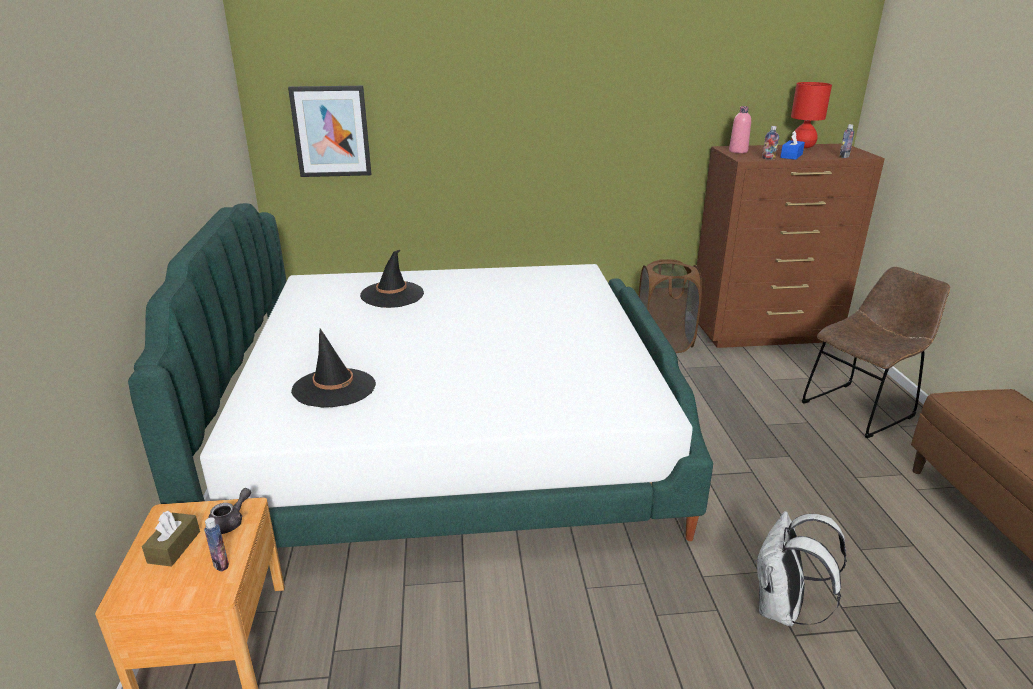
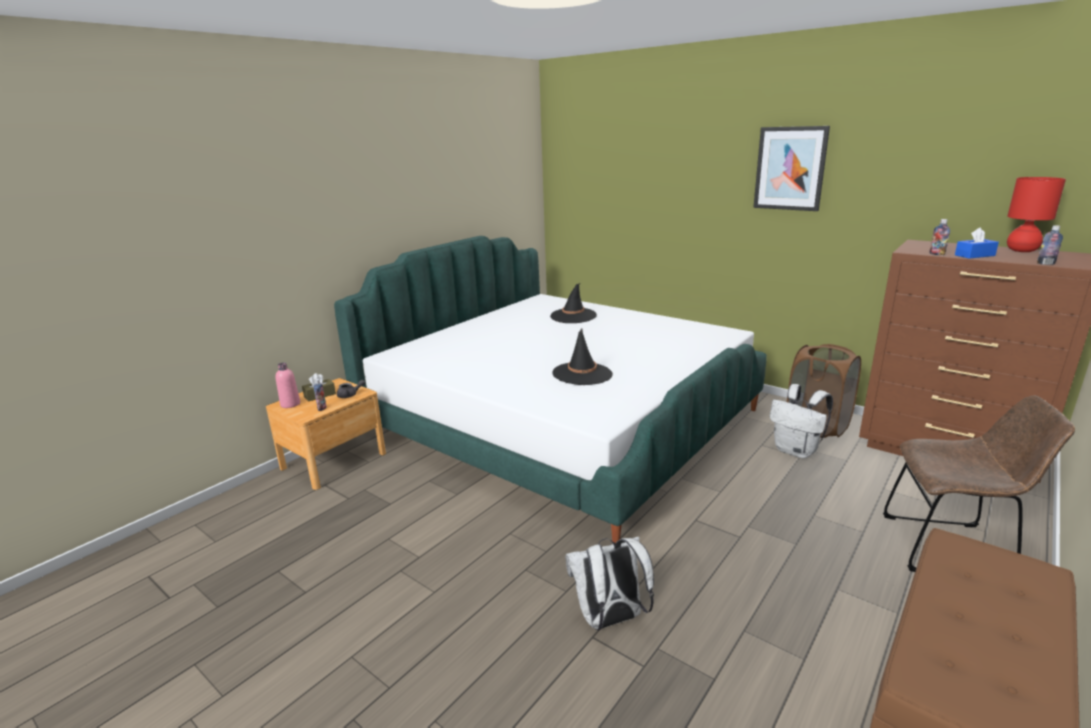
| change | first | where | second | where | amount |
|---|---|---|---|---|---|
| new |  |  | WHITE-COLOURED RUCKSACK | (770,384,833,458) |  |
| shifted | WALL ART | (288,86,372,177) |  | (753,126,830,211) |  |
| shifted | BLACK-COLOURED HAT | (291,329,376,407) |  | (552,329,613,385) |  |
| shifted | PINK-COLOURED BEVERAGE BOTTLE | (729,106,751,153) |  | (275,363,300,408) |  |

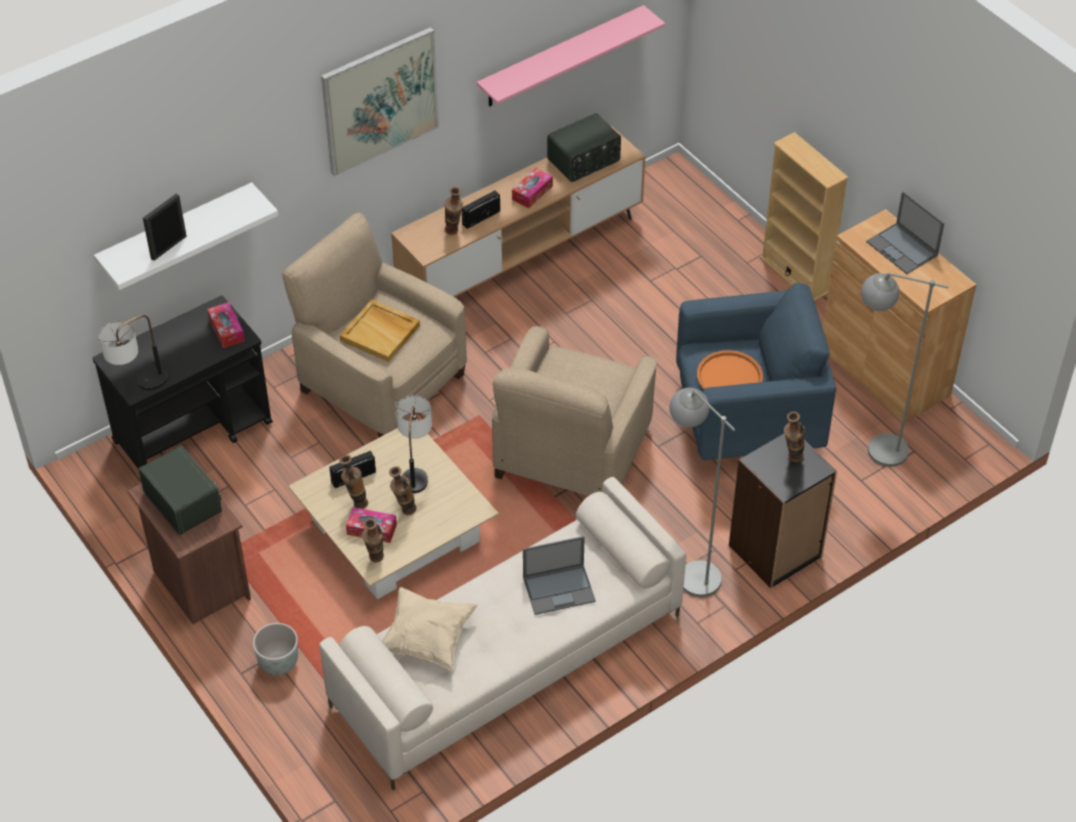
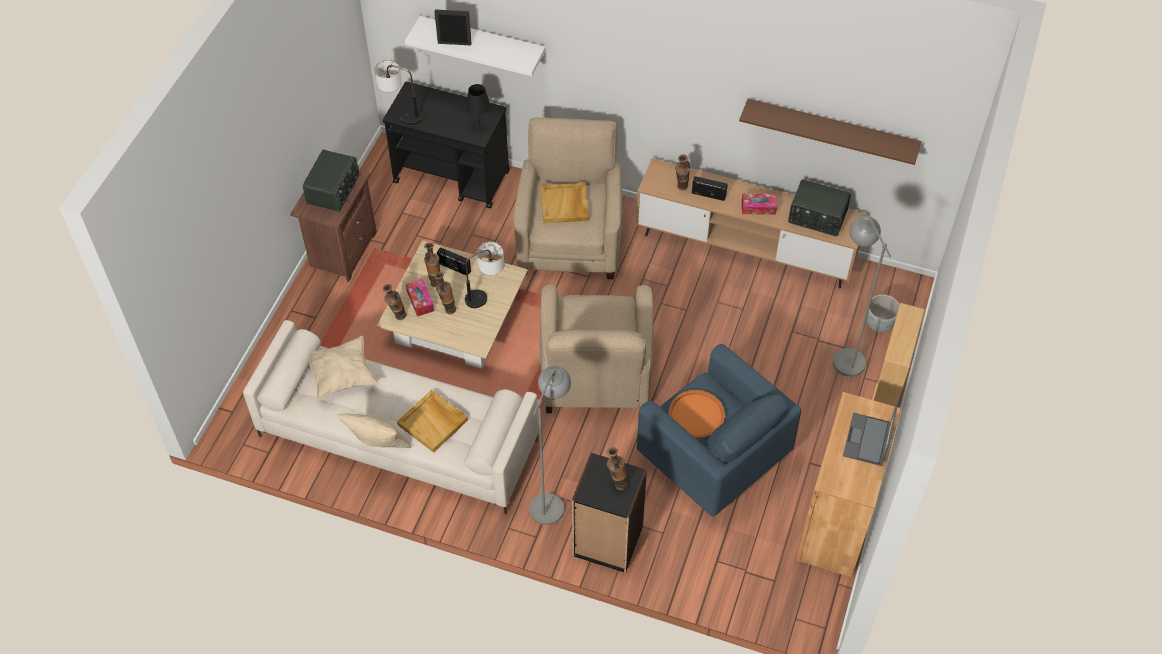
| change | first | where | second | where | amount |
|---|---|---|---|---|---|
| gone | WALL ART | (321,27,439,176) |  |  |  |
| new |  |  | BEIGE PILLOW | (337,413,412,448) |  |
| shifted | GREY PLANTER | (253,623,298,675) |  | (867,295,900,332) |  |
| shifted | GREY FLOOR LAMP | (861,272,949,467) |  | (833,216,891,377) |  |
| swapped | TISSUE BOX | (207,302,245,348) | BLACK-COLOURED TABLE LAMP | (465,84,491,130) |  |
| swapped | PORTABLE COMPUTER | (523,536,596,615) | BEIGE TRAY | (397,390,468,453) |  |
| repainted | PINK-COLOURED BRACKET SHELF | (476,5,665,107) | BROWN BRACKET SHELF | (739,99,922,165) |  |
| rotated | BEIGE ARMCHAIR | (492,326,657,496) |  | (540,285,654,413) | 75 degrees counterclockwise |

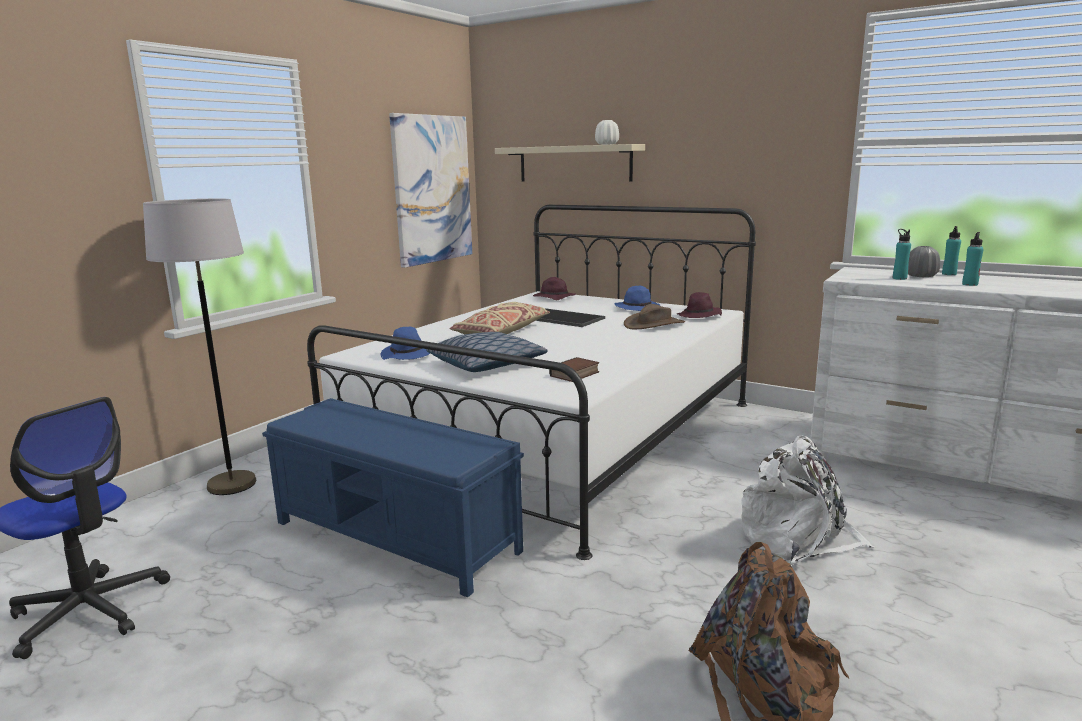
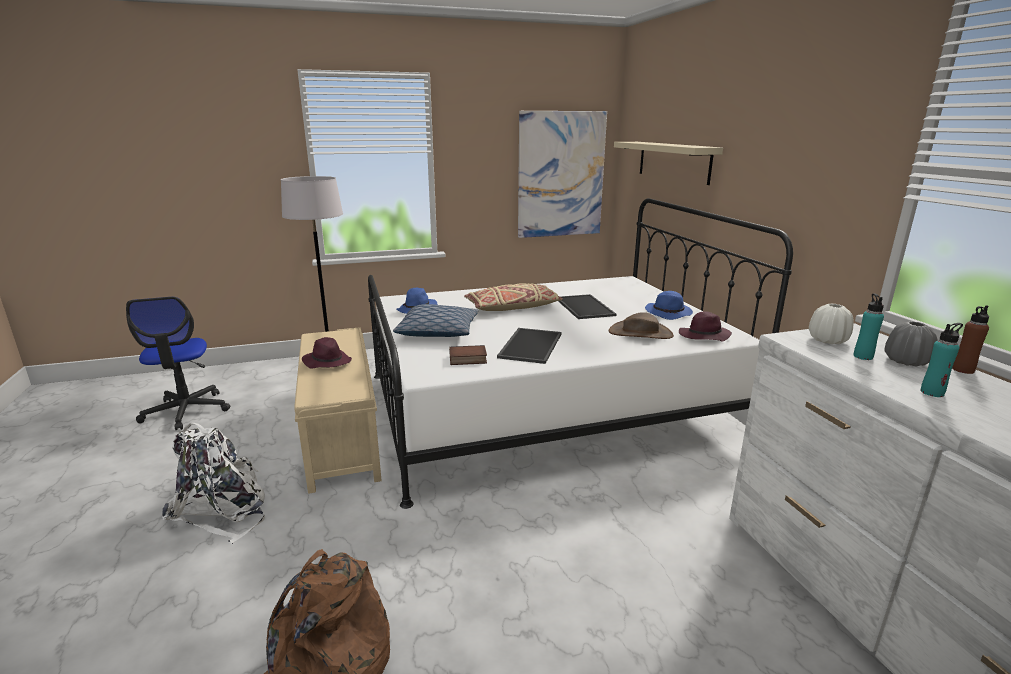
| change | first | where | second | where | amount |
|---|---|---|---|---|---|
| new |  |  | TRAY | (497,328,562,364) |  |
| shifted | PURPLE-COLOURED HAT | (533,277,576,300) |  | (302,337,352,369) |  |
| shifted | WHITE-COLOURED FLOWER VASE | (595,120,619,145) |  | (809,304,854,344) |  |
| shifted | WHITE-COLOURED RUCKSACK | (741,436,875,565) |  | (162,423,265,544) |  |
| repainted | BLUE LONG SEAT | (262,398,524,597) | BEIGE LONG SEAT | (294,327,382,494) |  |
| repainted | TURQUOISE BEVERAGE BOTTLE | (942,226,961,275) | BROWN BEVERAGE BOTTLE | (952,305,989,374) |  |

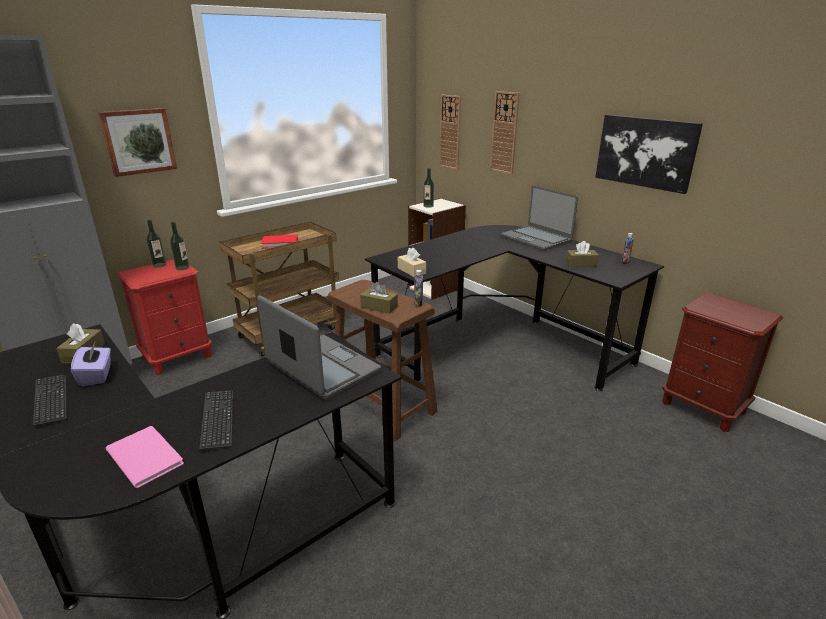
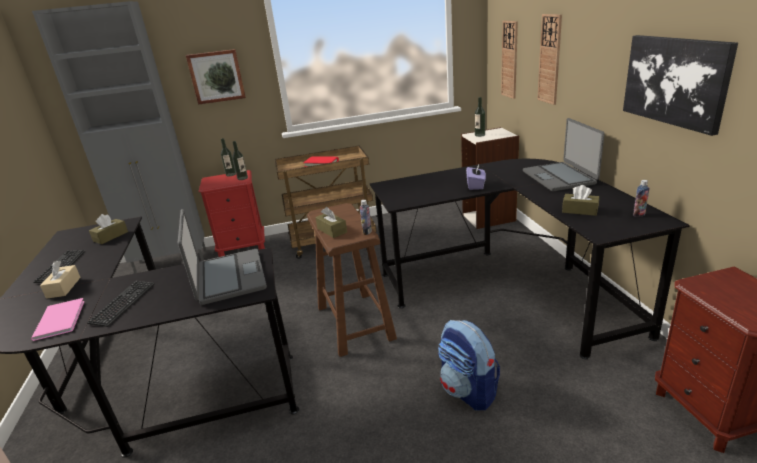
| change | first | where | second | where | amount |
|---|---|---|---|---|---|
| new |  |  | RUCKSACK | (438,320,500,410) |  |
| shifted | PURPLE-COLOURED TISSUE BOX | (71,342,111,386) |  | (466,164,486,190) |  |
| shifted | BEIGE TISSUE BOX | (398,247,426,277) |  | (40,261,81,299) |  |

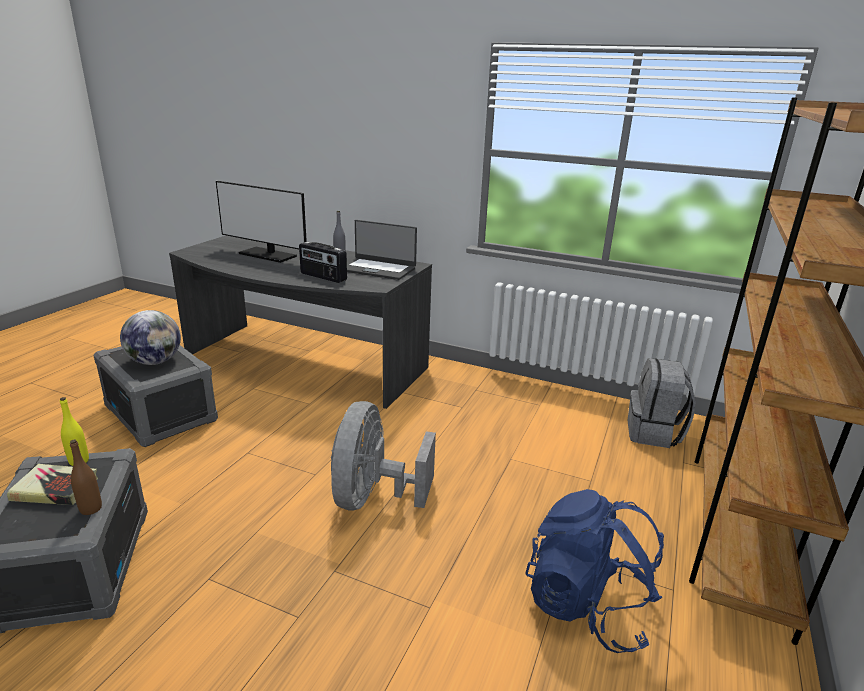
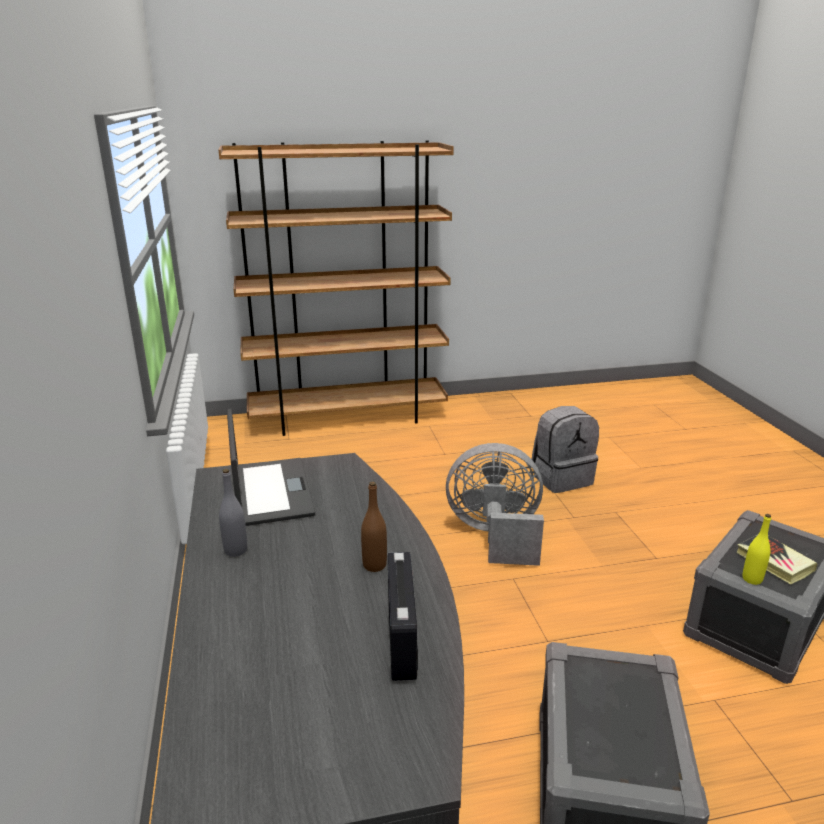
| change | first | where | second | where | amount |
|---|---|---|---|---|---|
| gone | WORLD GLOBE | (120,310,181,365) |  |  |  |
| gone | MONITOR | (216,181,307,263) |  |  |  |
| gone | BLUE RUCKSACK | (525,489,664,653) |  |  |  |
| shifted | BROWN BEVERAGE BOTTLE | (70,440,102,515) |  | (361,482,387,572) |  |
| shifted | RADIO | (299,242,347,283) |  | (388,552,418,681) |  |
| shifted | GREY RUCKSACK | (627,358,696,448) |  | (532,406,599,493) |  |
| rotated | GREY ELECTRIC FAN | (331,401,436,510) |  | (446,443,544,566) | 150 degrees counterclockwise |

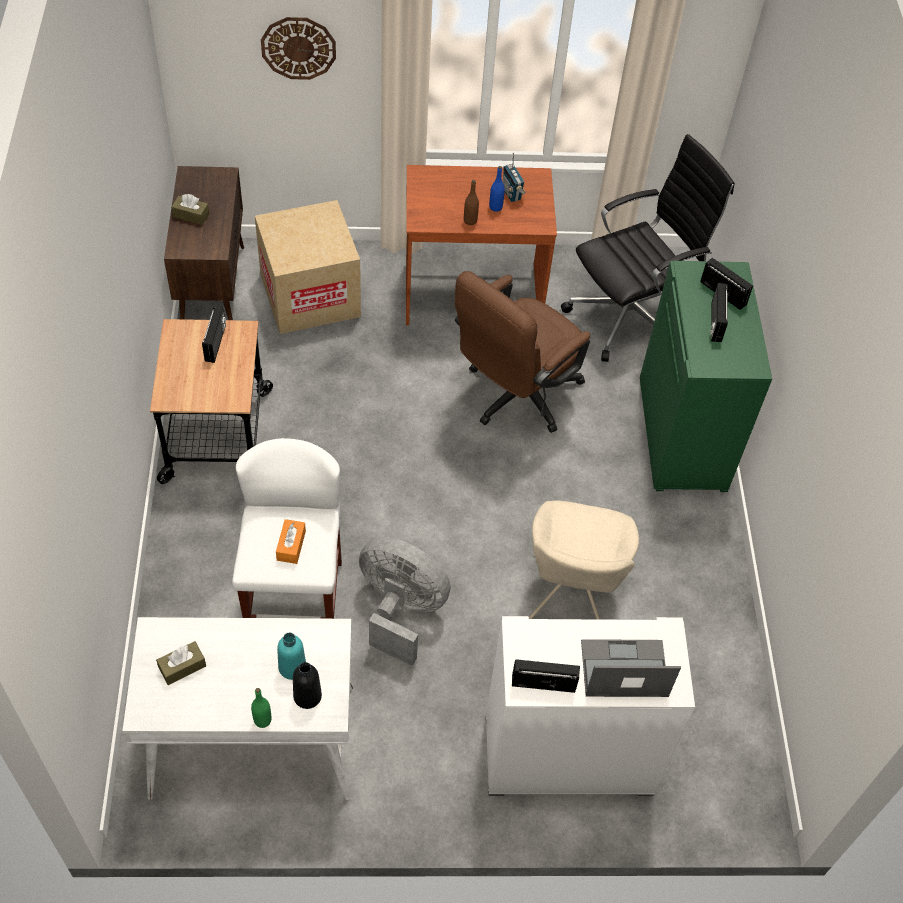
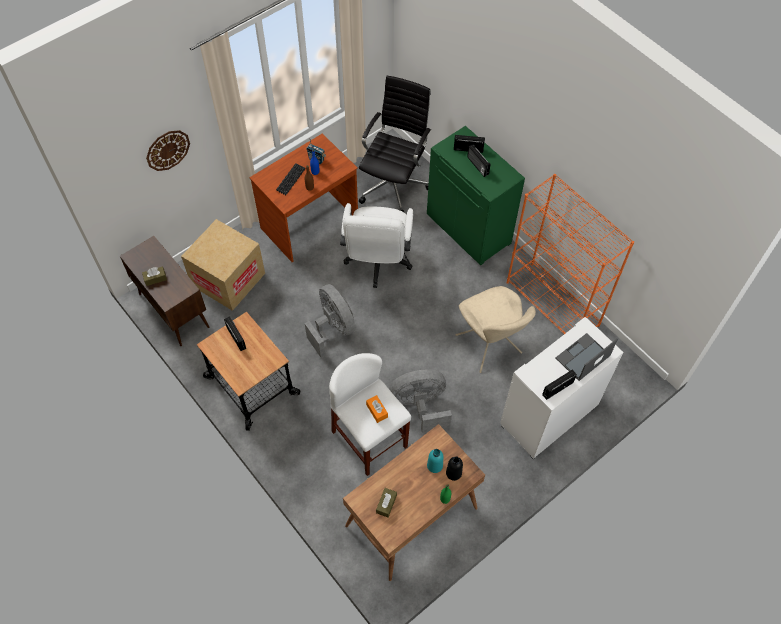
| change | first | where | second | where | amount |
|---|---|---|---|---|---|
| new |  |  | PC KEYBOARD | (276,163,306,195) |  |
| new |  |  | GREY ELECTRIC FAN | (305,284,355,357) |  |
| new |  |  | ORANGE-COLOURED BOOKCASE | (507,174,634,334) |  |
| repainted | WHITE-COLOURED DESK | (122,617,353,800) | BROWN DESK | (343,424,485,581) |  |
| repainted | BROWN DESK CHAIR | (455,271,590,433) | WHITE-COLOURED DESK CHAIR | (340,203,413,288) |  |

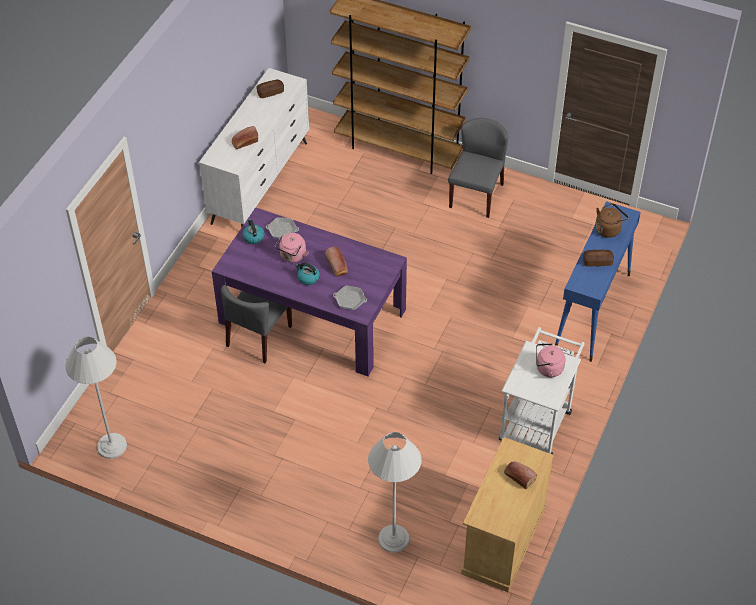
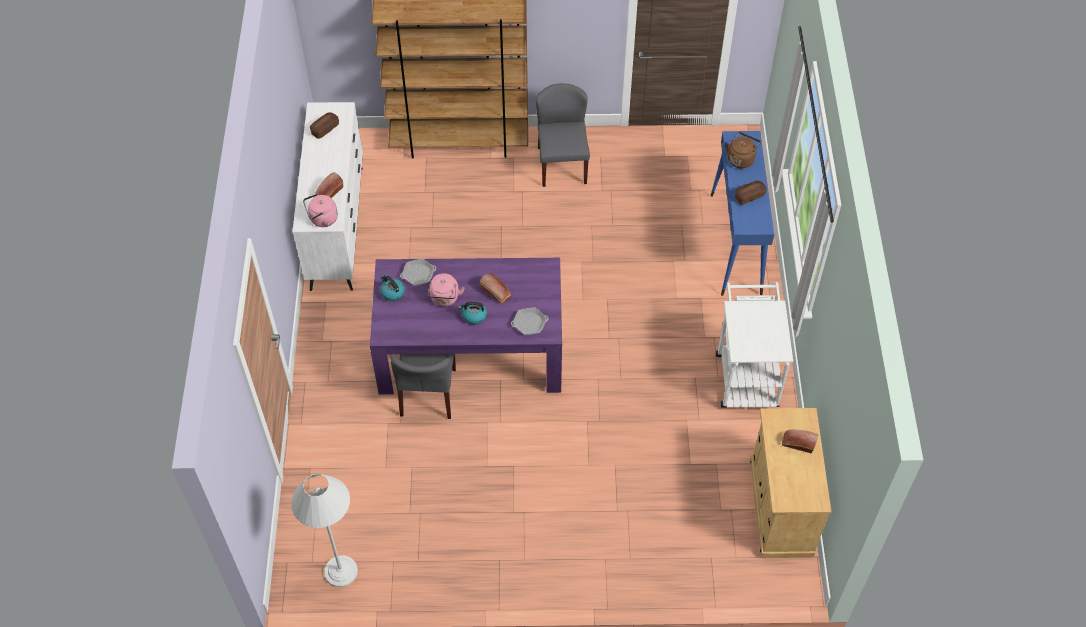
| change | first | where | second | where | amount |
|---|---|---|---|---|---|
| gone | WHITE-COLOURED FLOOR LAMP | (368,432,422,553) |  |  |  |
| shifted | PINK-COLOURED WATER KETTLE | (536,343,566,377) |  | (303,193,338,227) |  |

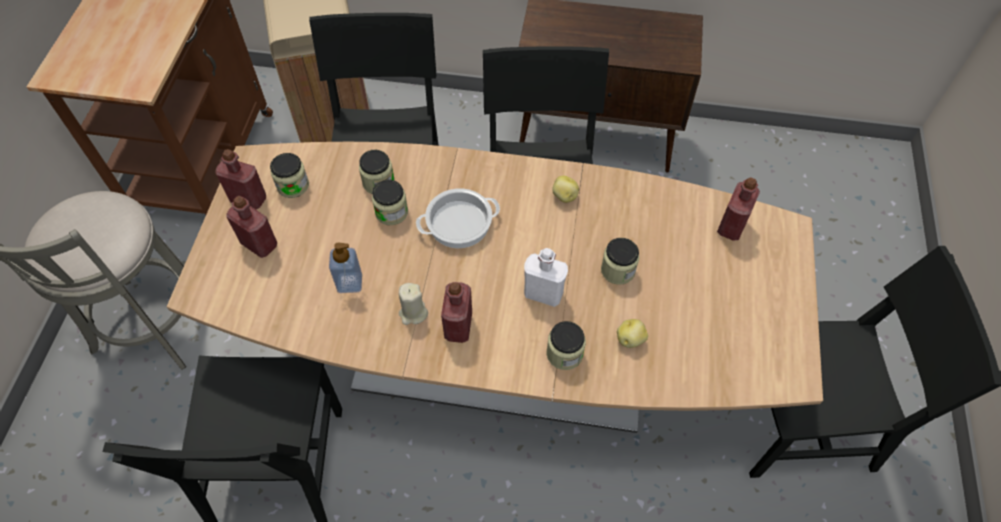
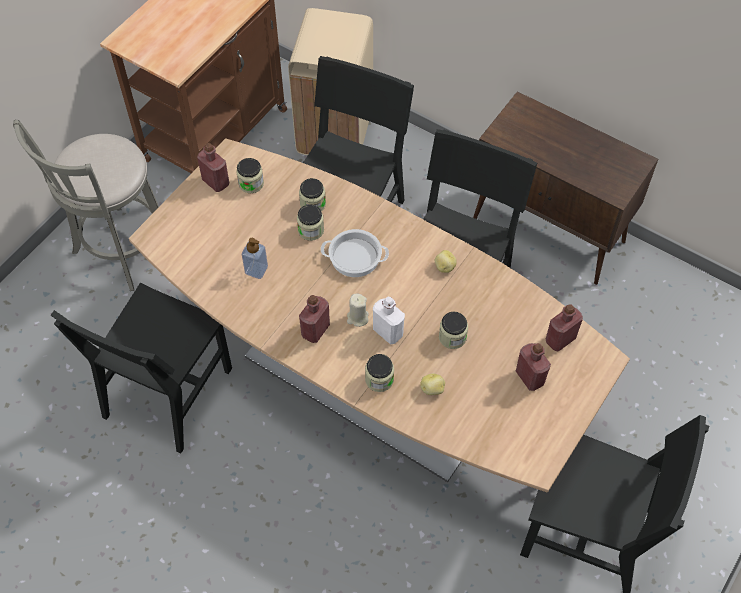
| change | first | where | second | where | amount |
|---|---|---|---|---|---|
| shifted | RED-COLOURED BEVERAGE BOTTLE | (226,196,277,258) |  | (516,343,551,391) |  |
| shifted | BEIGE CANDLE | (399,283,428,325) |  | (347,294,369,327) |  |

